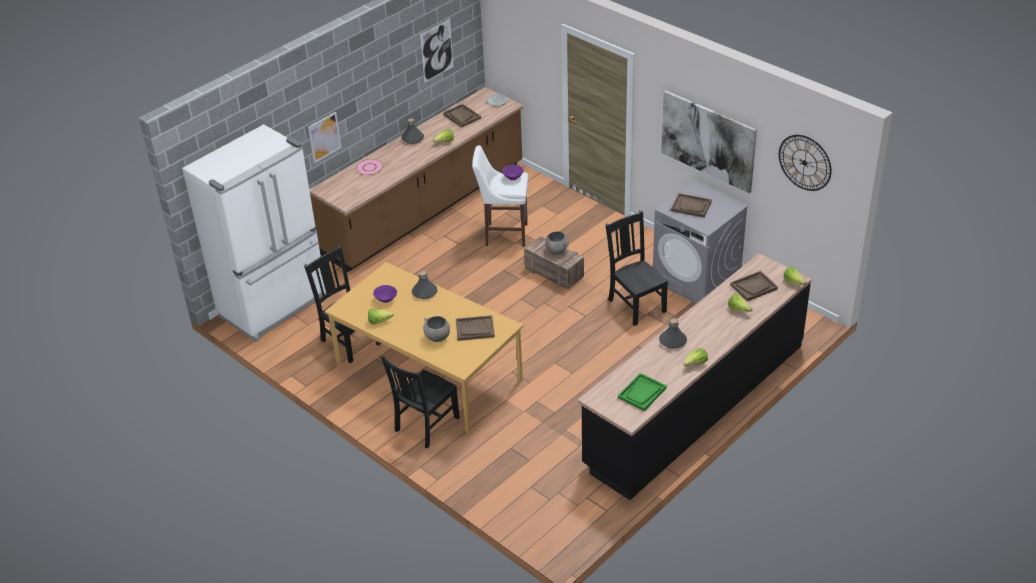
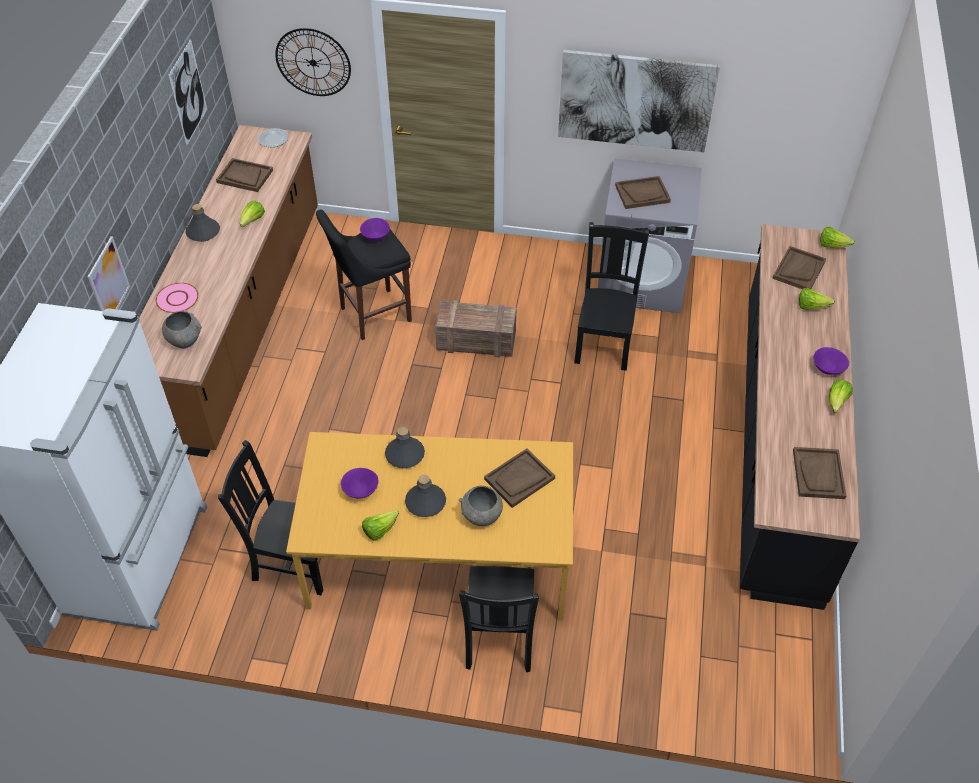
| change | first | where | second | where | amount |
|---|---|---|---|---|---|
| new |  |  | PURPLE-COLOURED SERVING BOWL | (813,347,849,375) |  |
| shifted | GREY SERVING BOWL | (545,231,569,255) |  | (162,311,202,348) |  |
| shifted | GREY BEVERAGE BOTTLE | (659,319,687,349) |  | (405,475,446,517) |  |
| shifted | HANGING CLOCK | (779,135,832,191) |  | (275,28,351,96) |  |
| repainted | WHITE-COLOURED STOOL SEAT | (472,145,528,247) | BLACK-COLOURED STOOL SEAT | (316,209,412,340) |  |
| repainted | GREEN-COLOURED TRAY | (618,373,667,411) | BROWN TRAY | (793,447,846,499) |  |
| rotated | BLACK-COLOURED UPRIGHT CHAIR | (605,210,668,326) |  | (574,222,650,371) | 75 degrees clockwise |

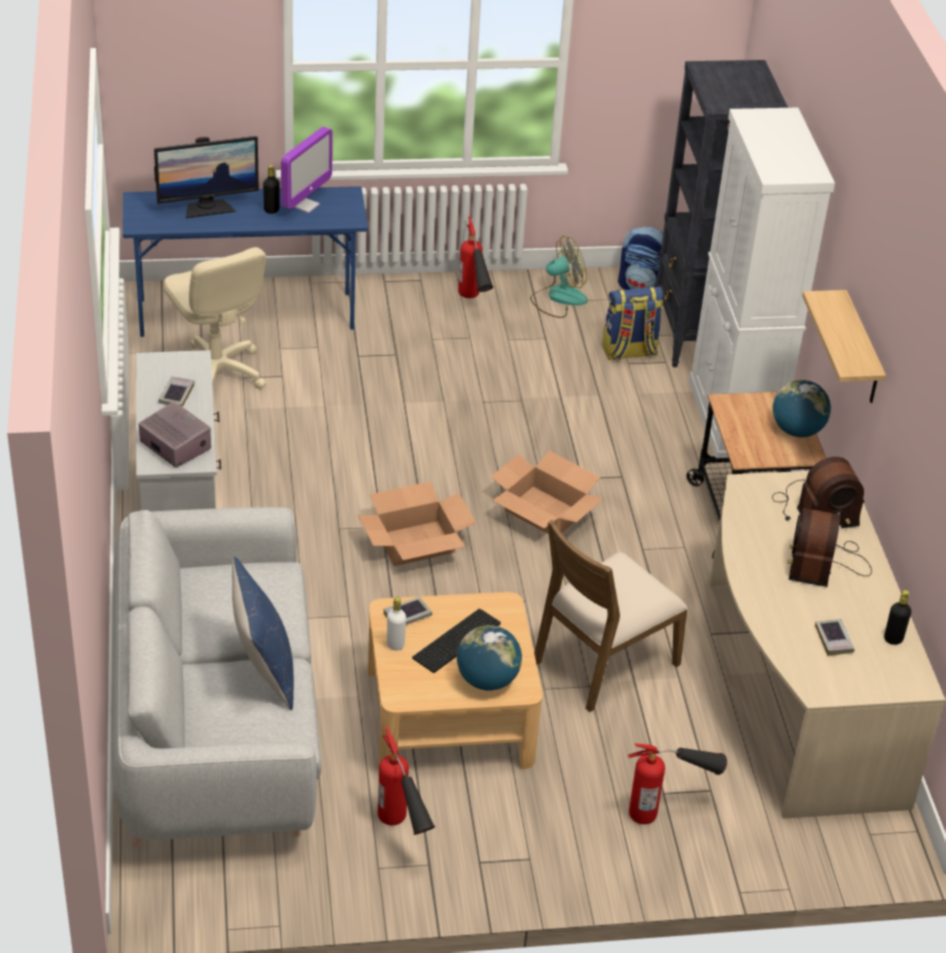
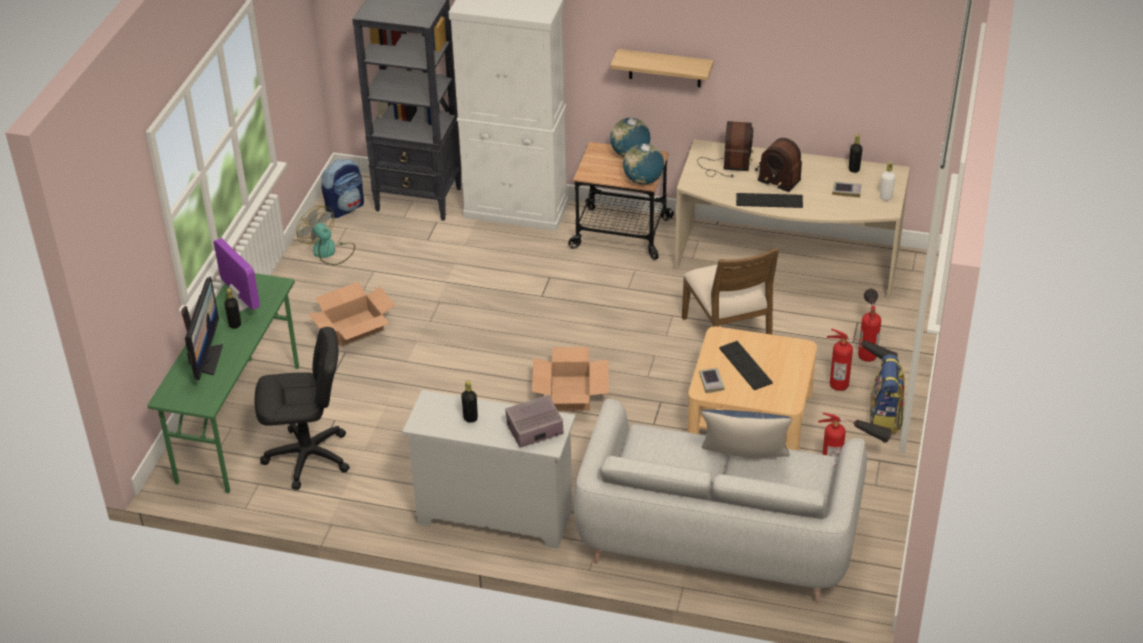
| change | first | where | second | where | amount |
|---|---|---|---|---|---|
| new |  |  | PC KEYBOARD | (736,193,803,208) |  |
| shifted | WHITE-COLOURED BEVERAGE BOTTLE | (387,597,406,651) |  | (880,162,895,200) |  |
| shifted | WORLD GLOBE | (457,625,522,691) |  | (623,143,664,185) |  |
| shifted | FIRE EXTINGUISHER | (458,216,493,298) |  | (827,328,898,391) |  |
| shifted | PACKING BOX | (491,451,604,534) |  | (309,282,396,346) |  |
| shifted | RUCKSACK | (602,287,663,360) |  | (870,354,905,434) |  |
| swapped | VOLUME | (158,376,194,407) | BLACK-COLOURED BEVERAGE BOTTLE | (461,381,478,423) |  |
| repainted | BLUE DESK | (123,186,368,337) | GREEN-COLOURED DESK | (147,273,299,494) |  |
| repainted | BEIGE DESK CHAIR | (163,247,266,389) | BLACK-COLOURED DESK CHAIR | (255,327,350,490) |  |
| rotated | ELECTRIC FAN | (530,236,588,318) |  | (296,206,355,265) | 45 degrees counterclockwise |

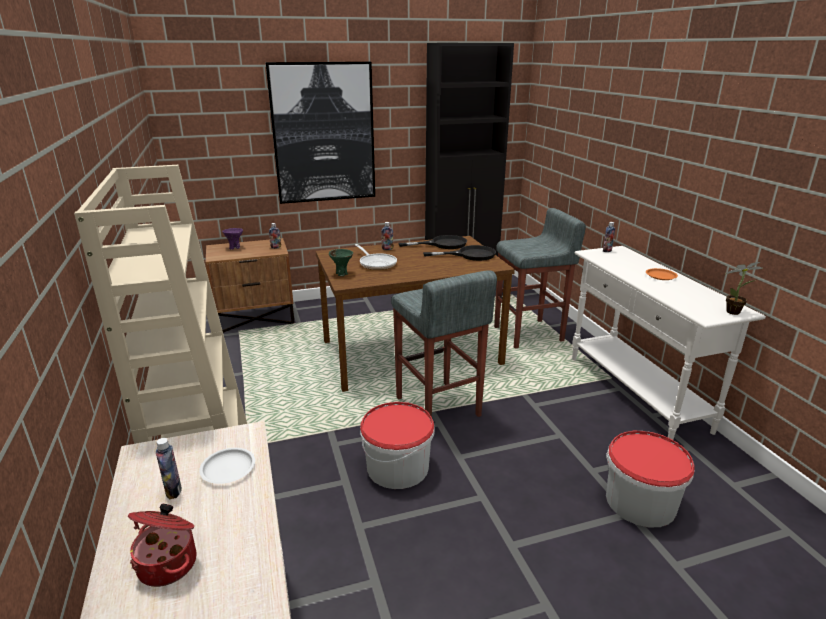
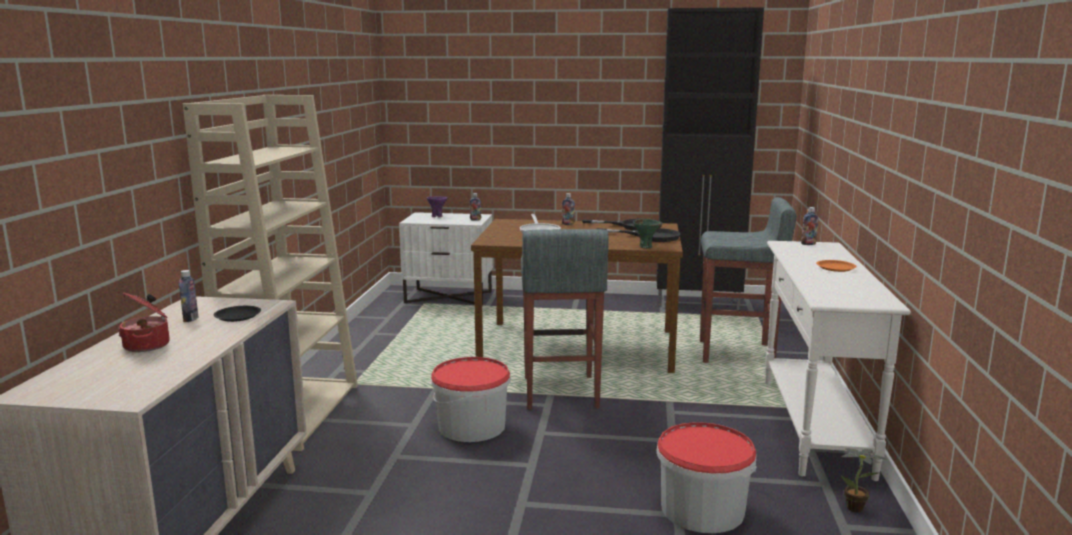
| change | first | where | second | where | amount |
|---|---|---|---|---|---|
| gone | WALL ART | (265,62,375,204) |  |  |  |
| shifted | GREEN-COLOURED SERVING BOWL | (329,249,353,276) |  | (633,219,661,248) |  |
| shifted | HOUSEPLANT | (726,262,763,315) |  | (841,448,887,512) |  |
| repainted | WHITE-COLOURED DINNER PLATE | (199,448,255,484) | BLACK-COLOURED DINNER PLATE | (213,306,261,322) |  |
| repainted | BROWN NIGHT TABLE | (205,238,295,333) | WHITE-COLOURED NIGHT TABLE | (399,212,493,306) |  |

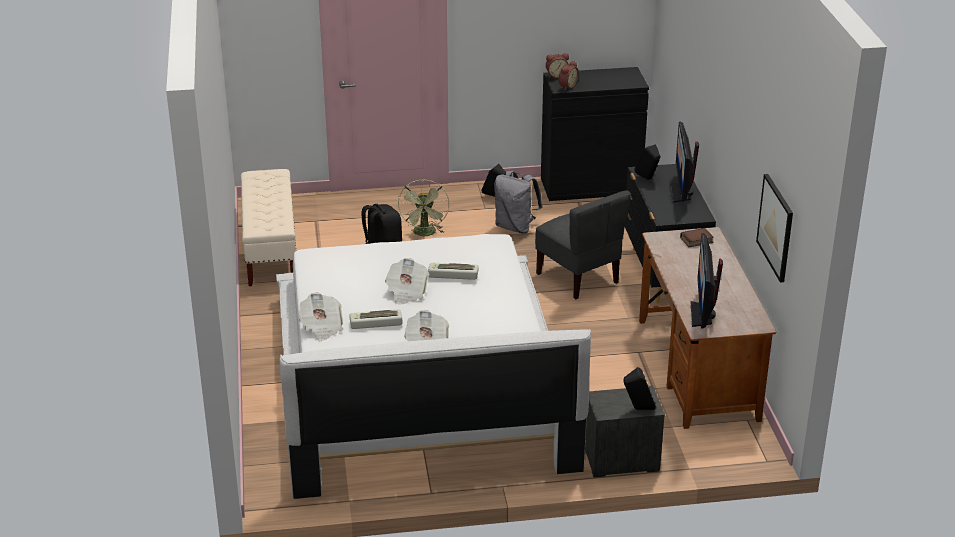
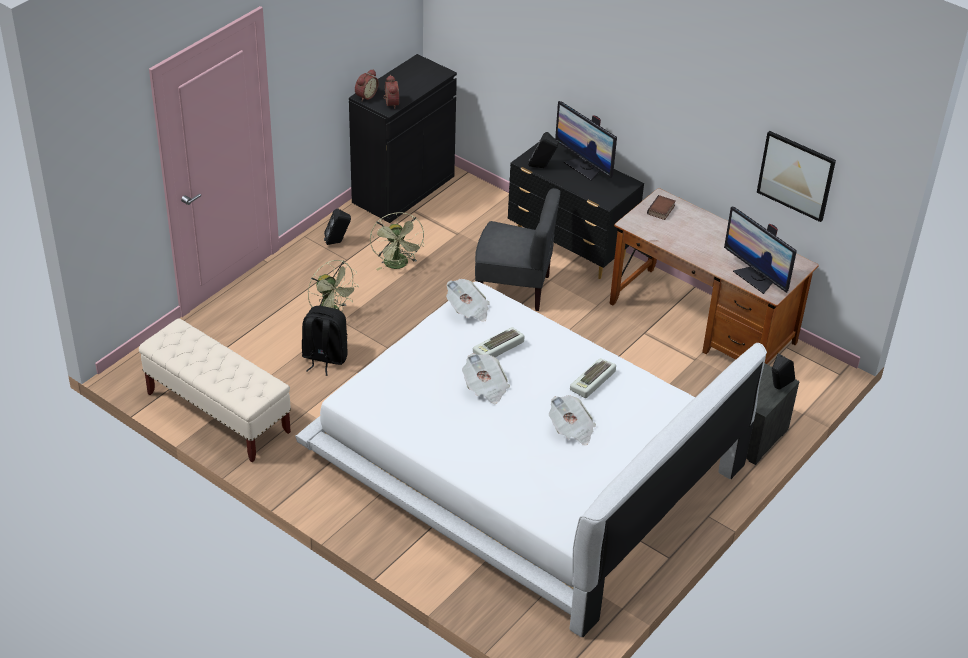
| change | first | where | second | where | amount |
|---|---|---|---|---|---|
| shifted | PRINTED PAPER | (299,292,343,341) |  | (446,279,490,322) |  |
| shifted | PC KEYBOARD | (349,309,402,329) |  | (570,358,616,398) |  |
| swapped | GREY RUCKSACK | (494,171,542,233) | GREEN-COLOURED ELECTRIC FAN | (370,212,424,270) |  |

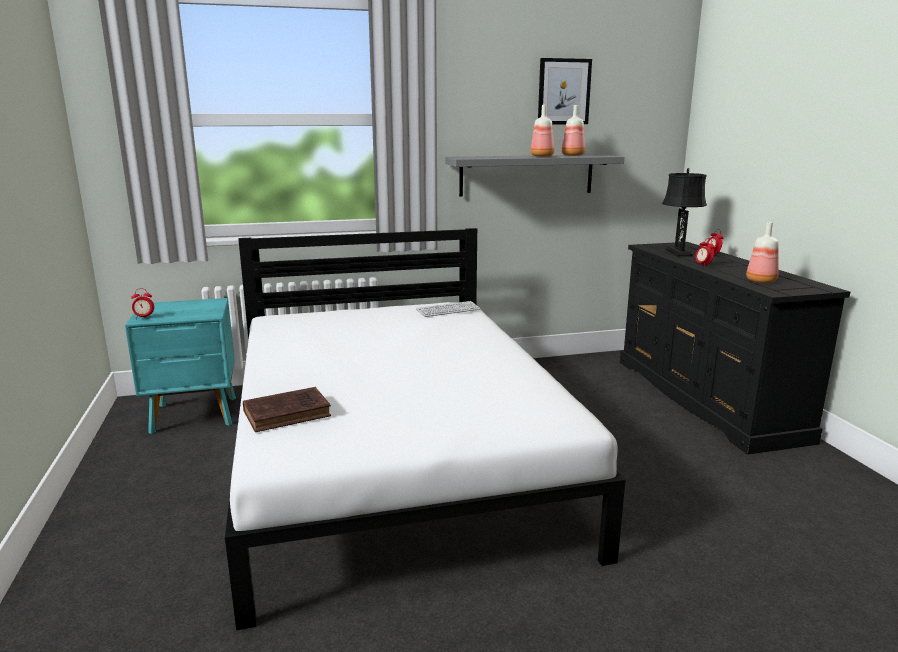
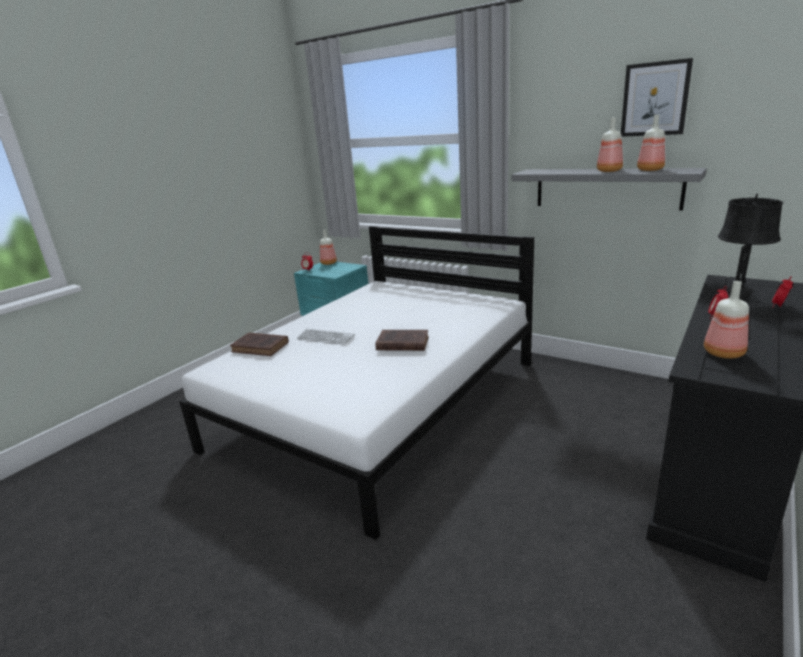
| change | first | where | second | where | amount |
|---|---|---|---|---|---|
| new |  |  | BEVERAGE BOTTLE | (320,230,337,265) |  |
| new |  |  | BROWN VOLUME | (375,330,429,351) |  |
| shifted | PC KEYBOARD | (416,301,480,317) |  | (297,329,355,345) |  |

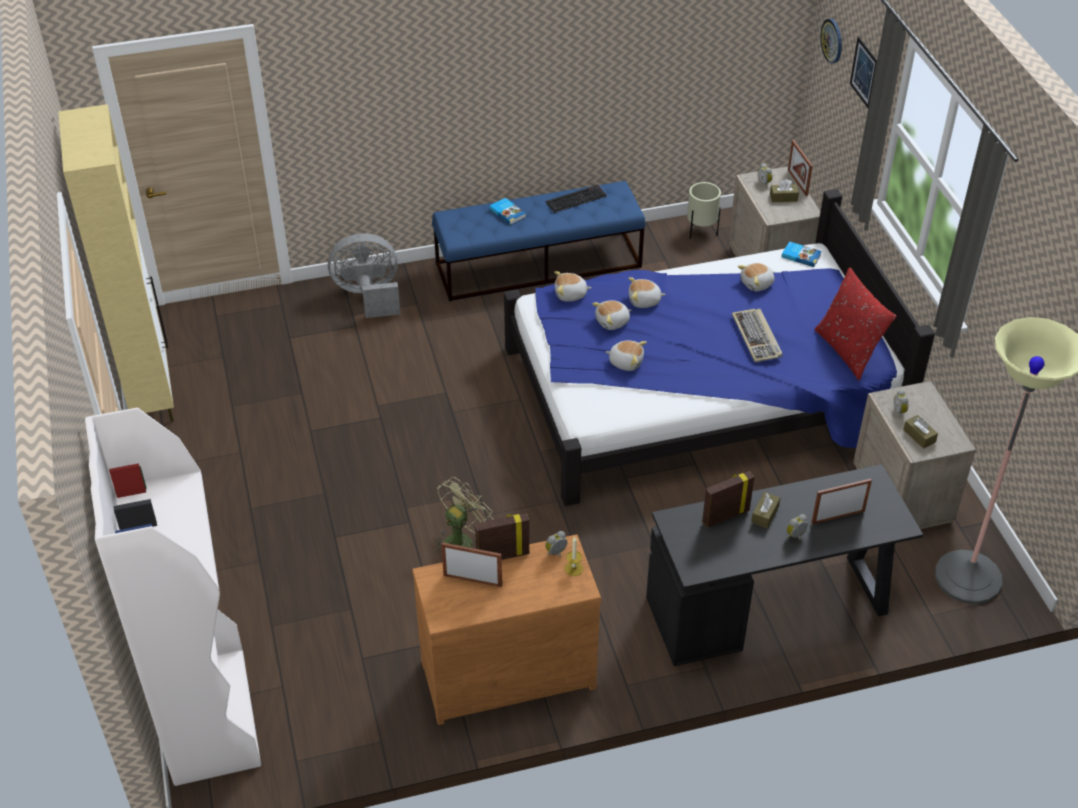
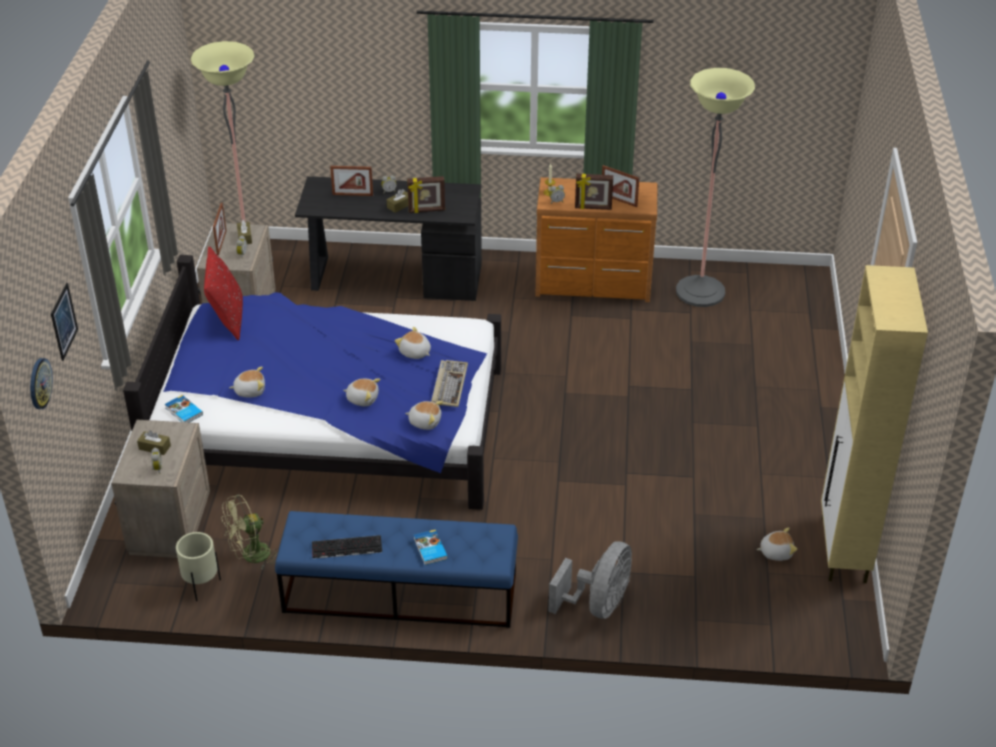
| change | first | where | second | where | amount |
|---|---|---|---|---|---|
| gone | WHITE-COLOURED BOOKCASE | (85,408,261,786) |  |  |  |
| new |  |  | FLOOR LAMP | (676,68,755,307) |  |
| shifted | GREEN-COLOURED ELECTRIC FAN | (434,477,494,556) |  | (221,494,278,570) |  |
| shifted | PLUSH TOY | (592,300,631,330) |  | (756,527,797,561) |  |
| shifted | PC KEYBOARD | (732,308,783,362) |  | (431,360,468,407) |  |
| shifted | PICTURE FRAME | (788,140,813,196) |  | (213,203,226,255) |  |
| rotated | GREY ELECTRIC FAN | (328,233,400,318) |  | (548,541,632,619) | 75 degrees counterclockwise |

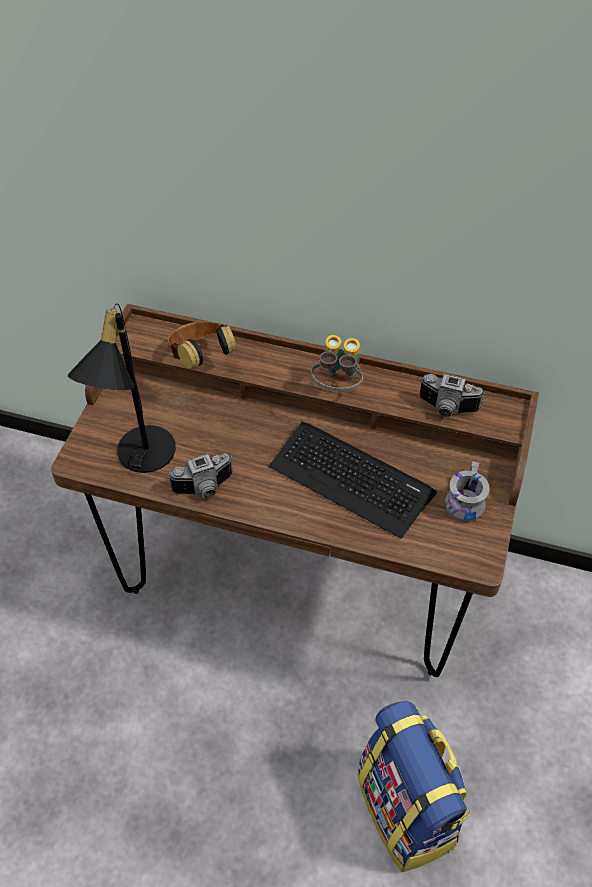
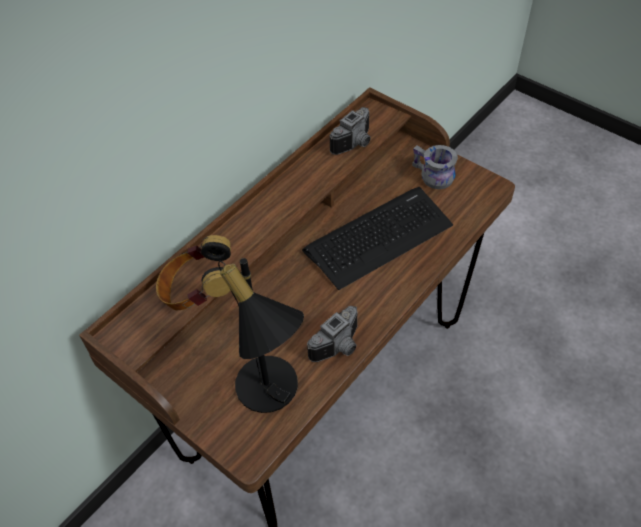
| change | first | where | second | where | amount |
|---|---|---|---|---|---|
| gone | PAIR OF BINOCULARS | (311,335,363,392) |  |  |  |
| gone | RUCKSACK | (357,701,471,872) |  |  |  |
| rotated | PHOTO CAMERA | (168,453,233,498) |  | (307,306,357,362) | 45 degrees clockwise |

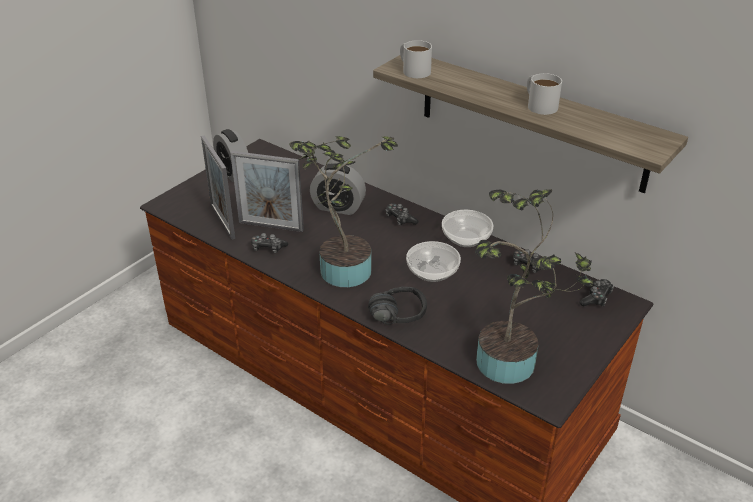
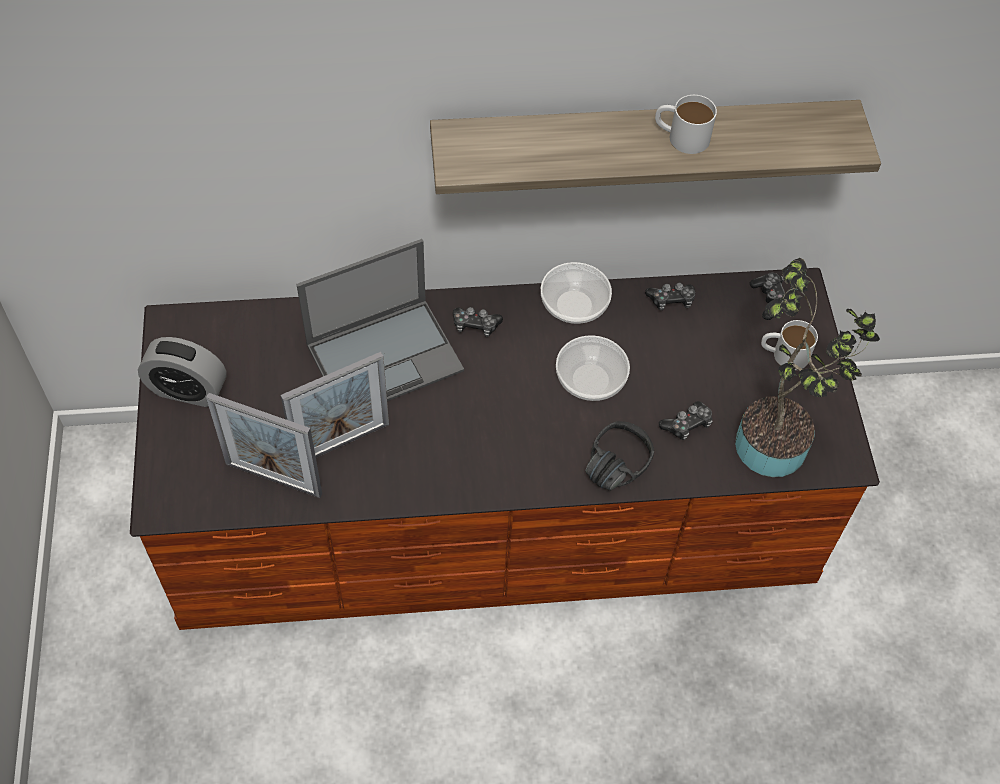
| change | first | where | second | where | amount |
|---|---|---|---|---|---|
| gone | HOUSEPLANT | (289,136,398,287) |  |  |  |
| shifted | JOYPAD | (251,233,288,253) |  | (659,401,713,440) |  |
| shifted | WHITE-COLOURED MUG | (400,40,432,78) |  | (761,320,818,370) |  |
| swapped | BEDSIDE CLOCK | (310,163,366,215) | PORTABLE COMPUTER | (297,239,464,401) |  |

